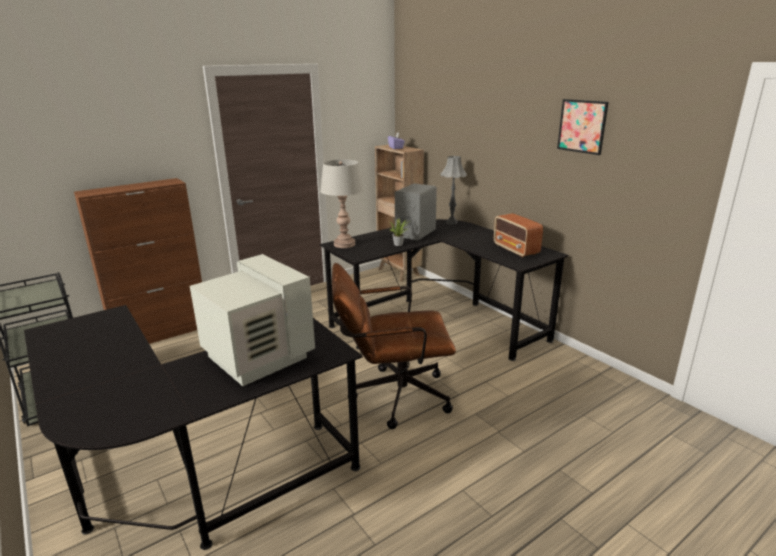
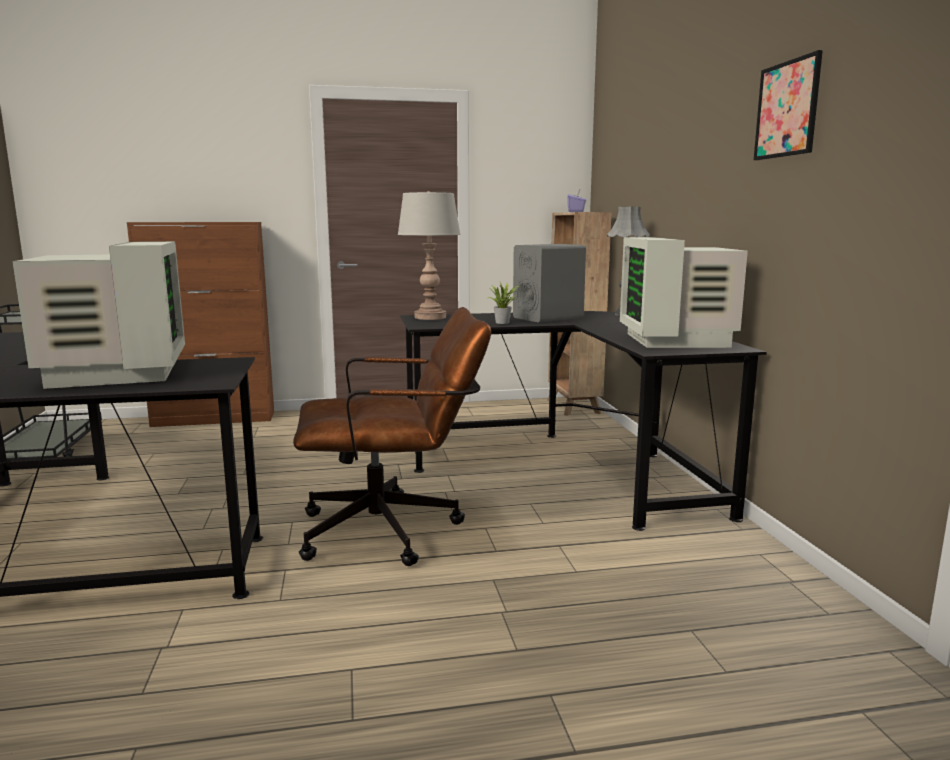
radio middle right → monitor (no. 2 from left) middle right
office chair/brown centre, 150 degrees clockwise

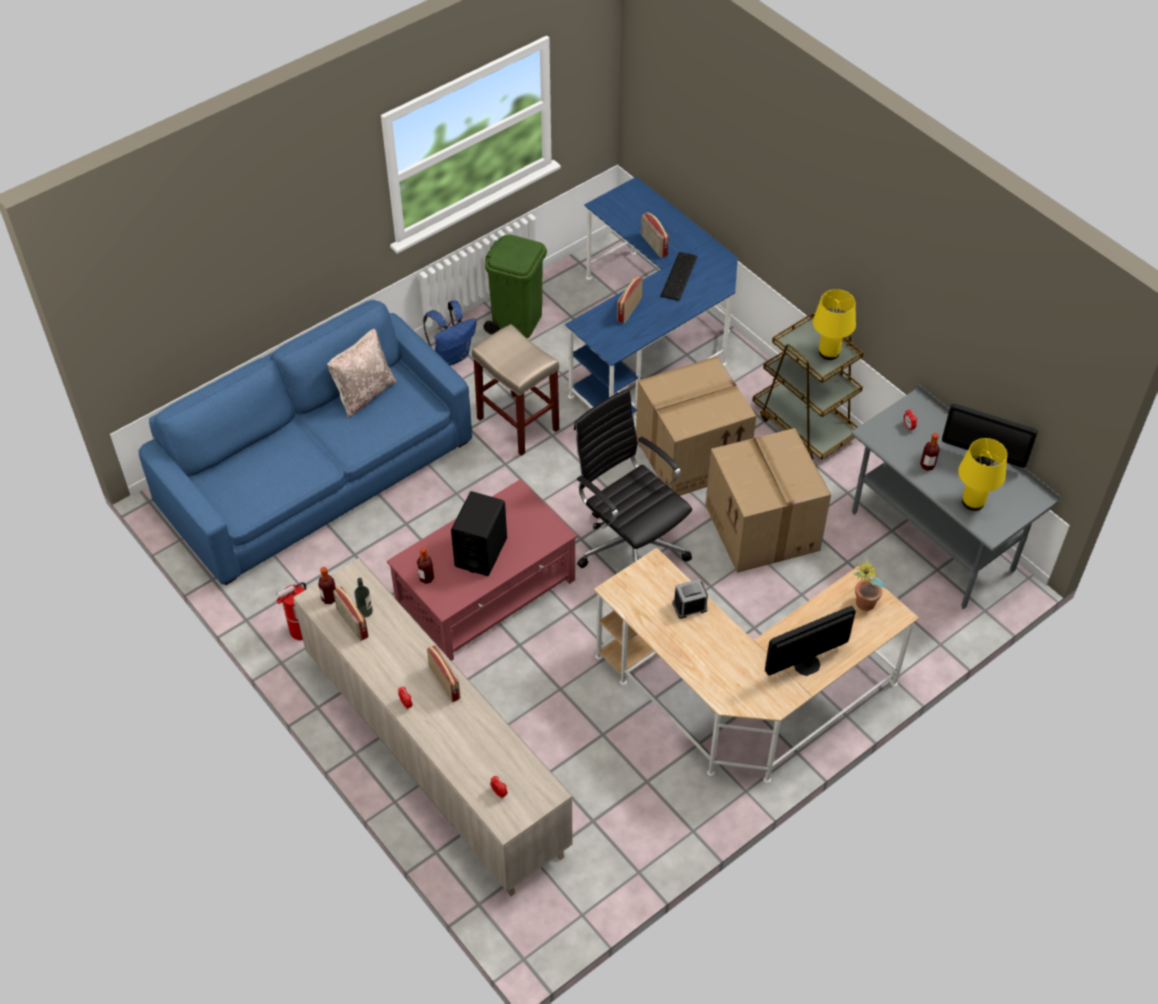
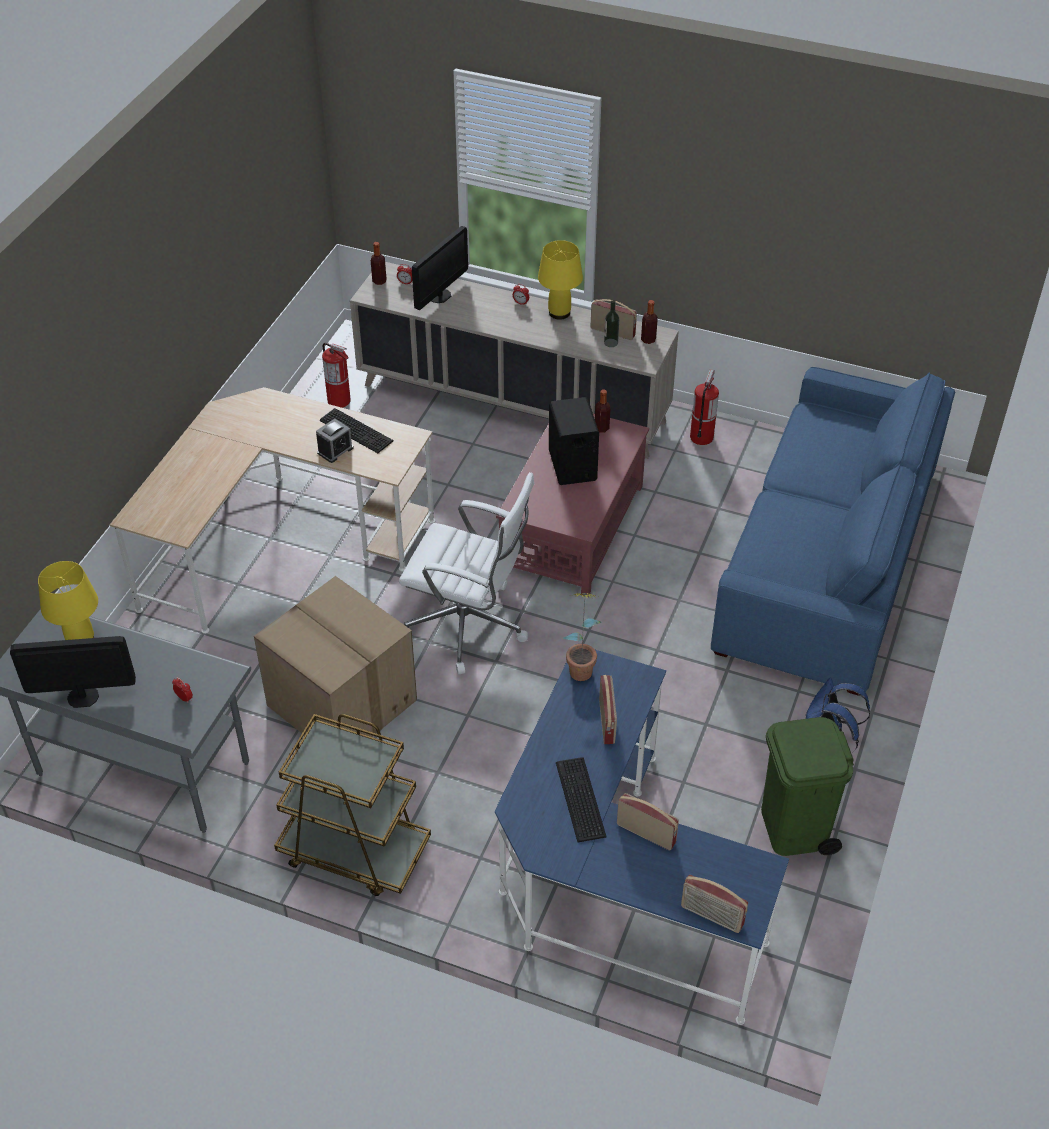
pillow/beige middle left → -
stool/beige centre → -
cardboard box (no. 1 from left) centre → -
- → keyboard (no. 1 from left) centre
- → fire extinguisher (no. 1 from left) top left
radio (no. 2 from left in the first image) bottom centre → radio (no. 4 from left) bottom right, shifted
monitor (no. 1 from left in the first image) middle right → monitor (no. 2 from left) top centre, shifted
table lamp/yellow (no. 1 from left in the first image) top right → table lamp/yellow (no. 2 from left) top centre, shifted
potted plant middle right → potted plant centre, shifted
bottle (no. 4 from left in the first image) middle right → bottle (no. 1 from left) top centre, shifted
office chair/black centre → office chair/white centre

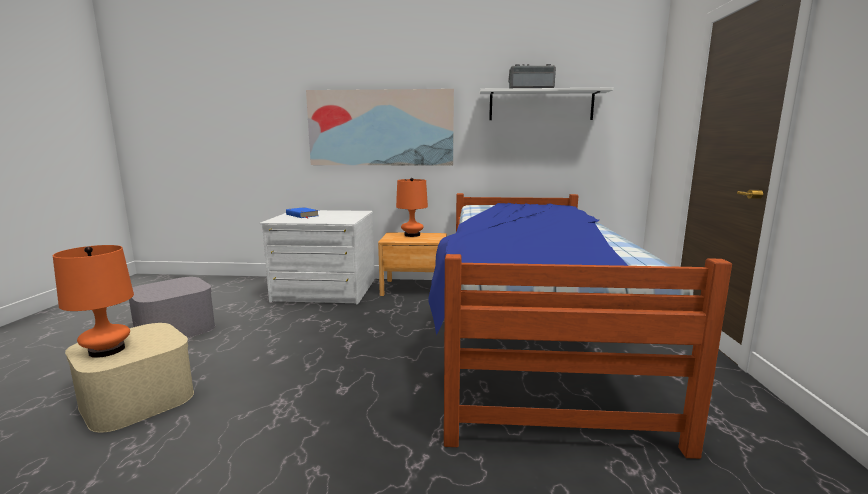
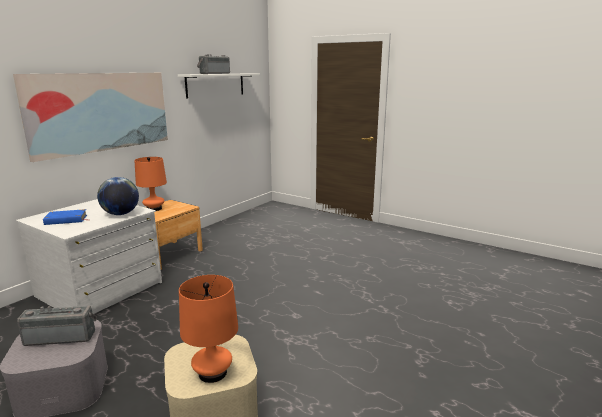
bed middle right → -
- → radio (no. 1 from left) bottom left
- → globe middle left

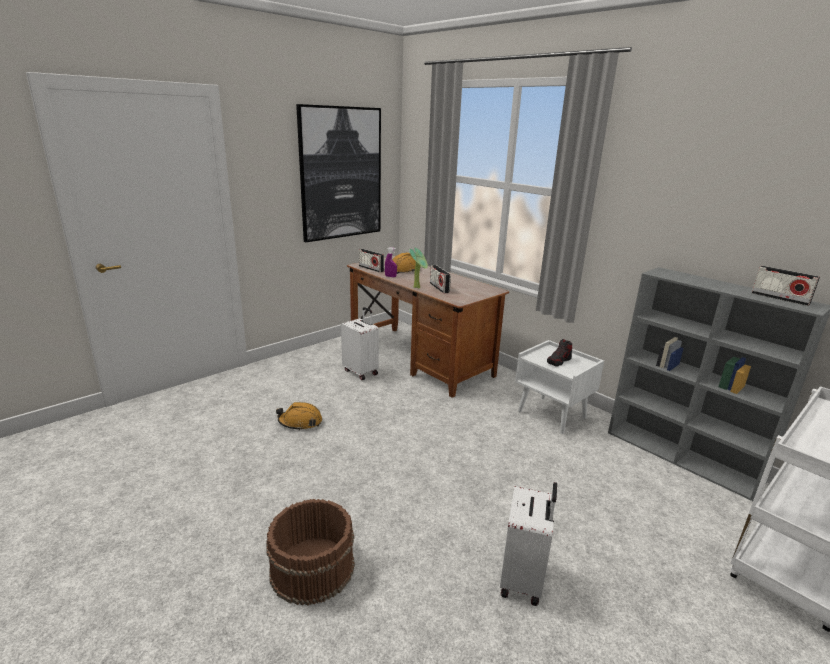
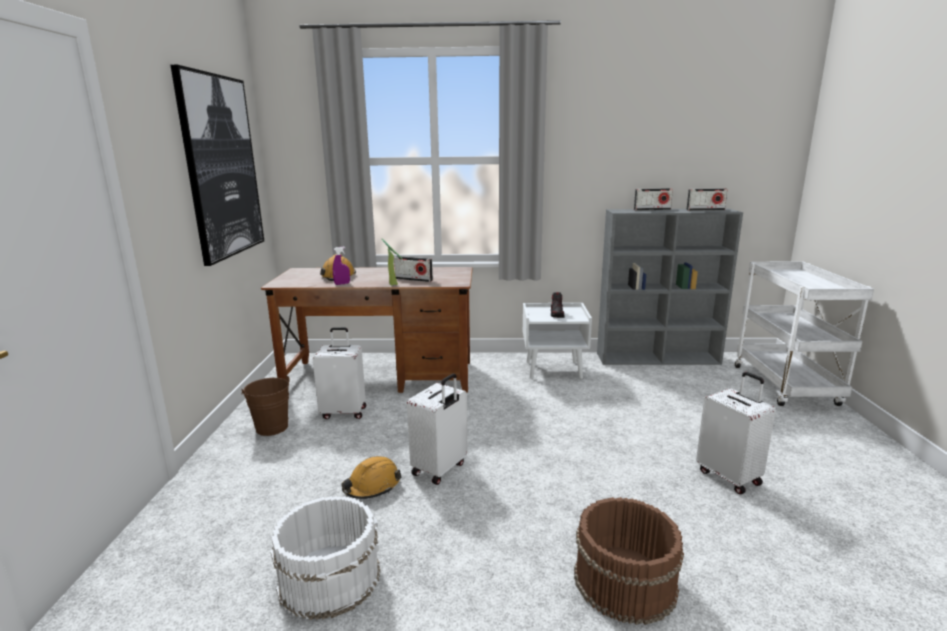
- → bucket/brown (no. 1 from left) middle left
- → bucket/white bottom centre
- → suitcase/white (no. 2 from left) bottom centre
radio (no. 1 from left in the first image) centre → radio (no. 2 from left) top right, shifted

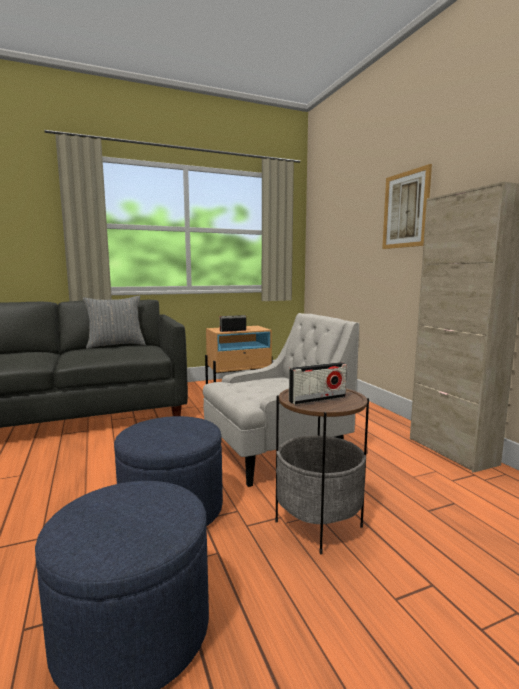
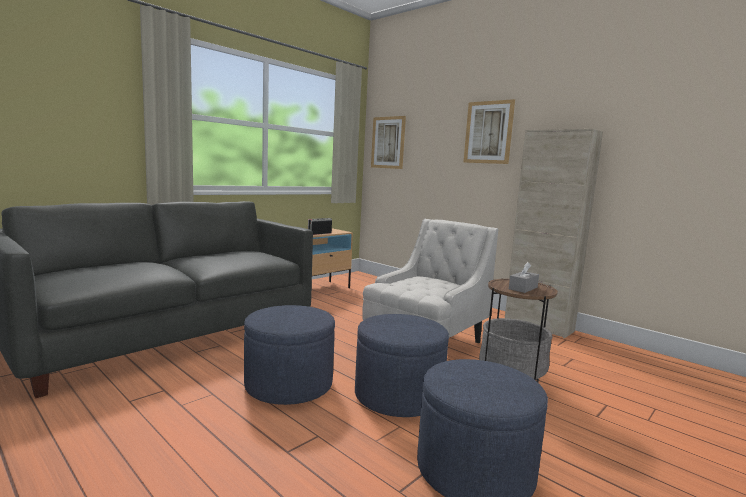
pillow/grey middle left → -
- → ottoman/blue (no. 1 from left) bottom centre
- → picture (no. 1 from left) top centre
radio (no. 2 from left) centre → tissue box/grey middle right

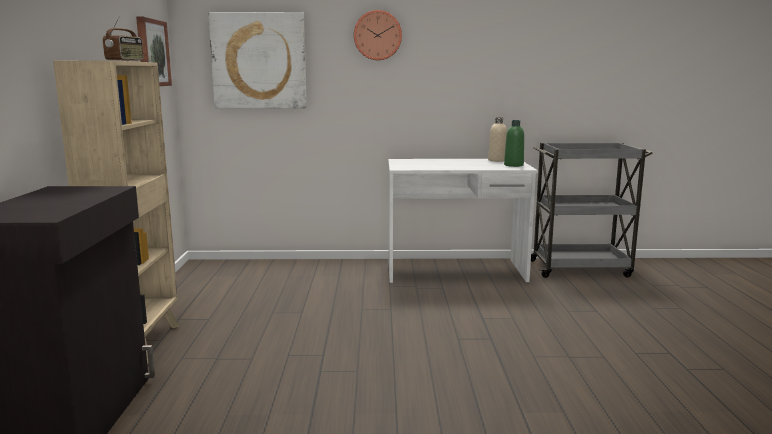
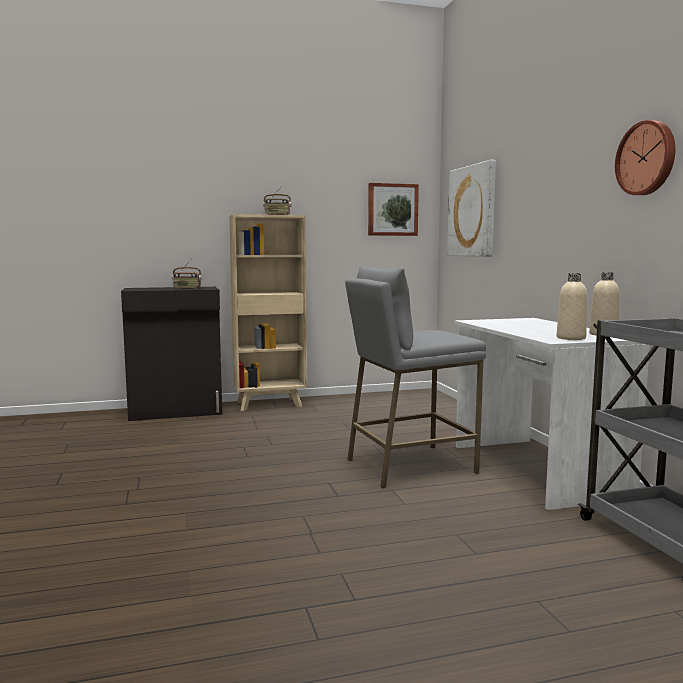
- → radio (no. 1 from left) middle left
- → stool/grey centre
wall clock top centre → wall clock top right, shifted
bottle/green top centre → bottle/beige (no. 1 from left) middle right

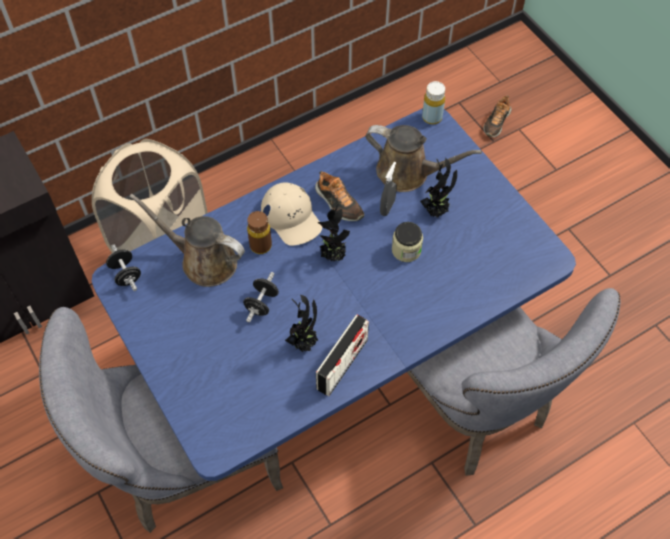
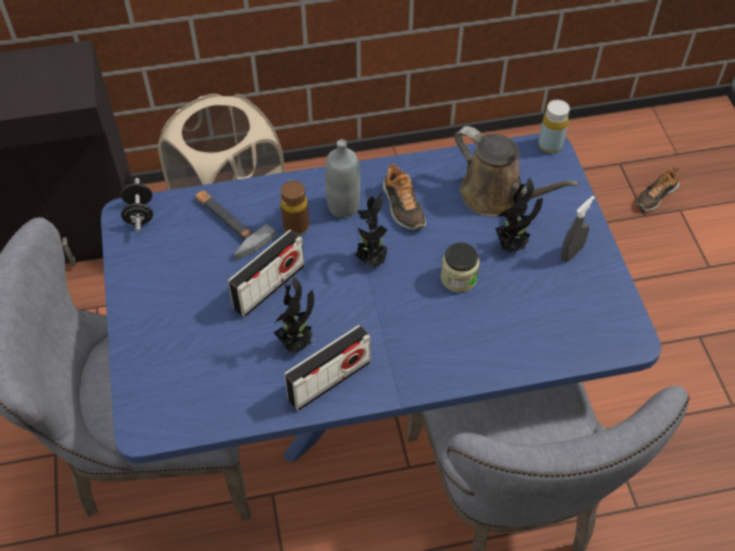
spray bottle/grey centre → spray bottle/grey middle right, shifted
watering can/brown (no. 1 from left) middle left → hammer middle left
dumbbell/black (no. 2 from left) centre → radio (no. 1 from left) centre
cap/beige centre → bottle/grey top centre

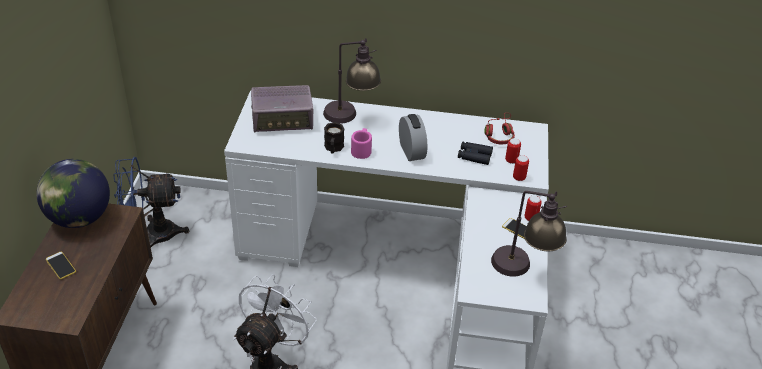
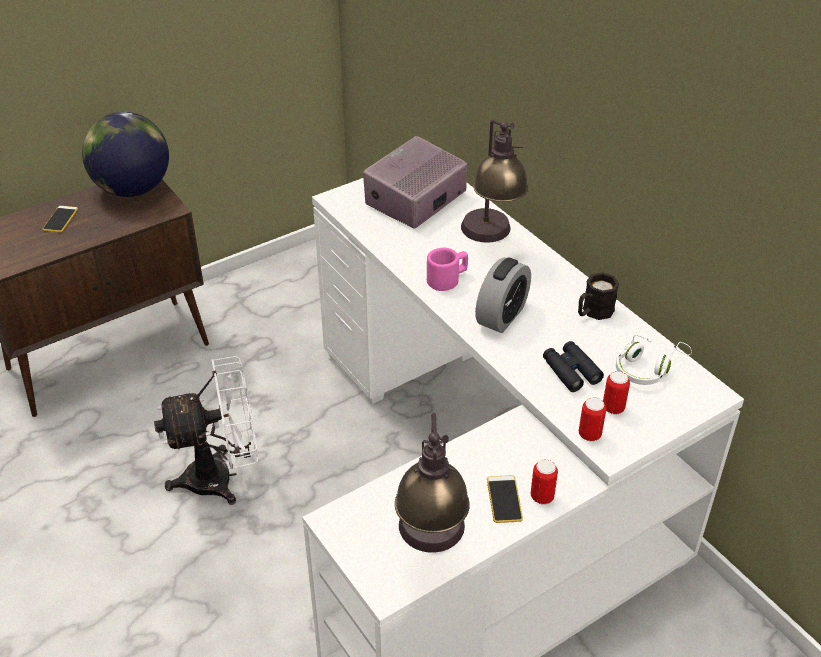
fan/blue middle left → -
mug/black centre → mug/black middle right, shifted
headphones/red centre → headphones/white middle right
radio top centre, 90 degrees clockwise

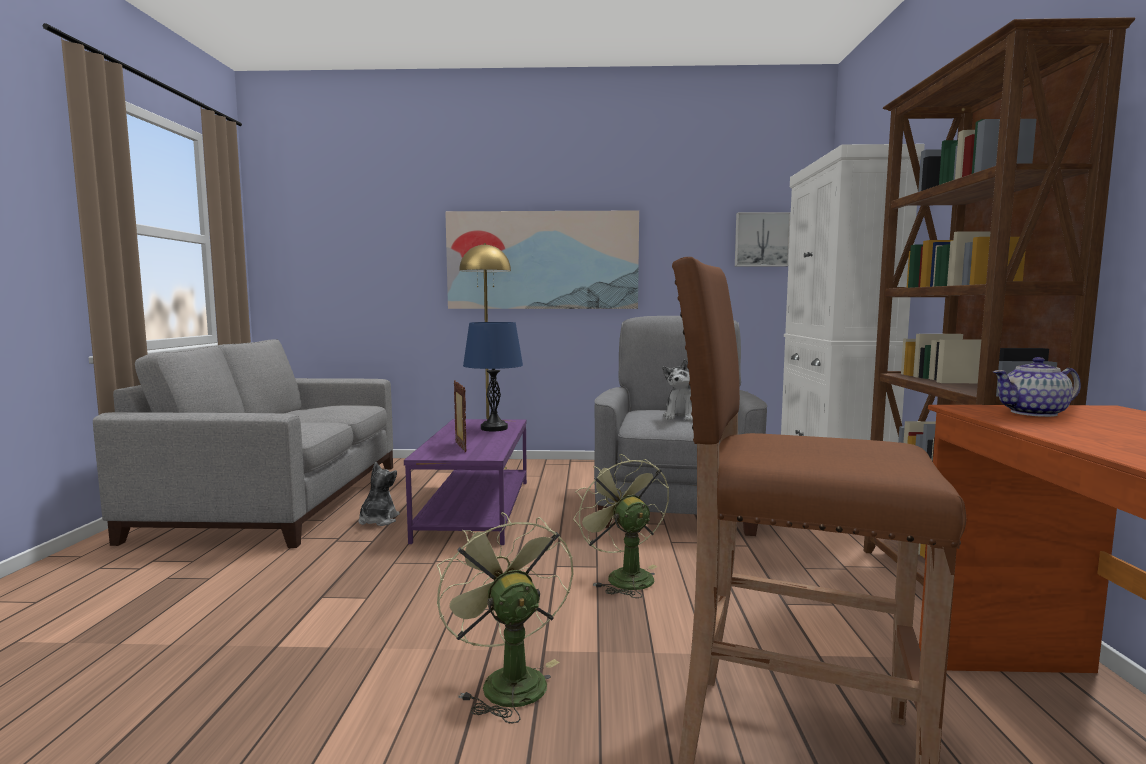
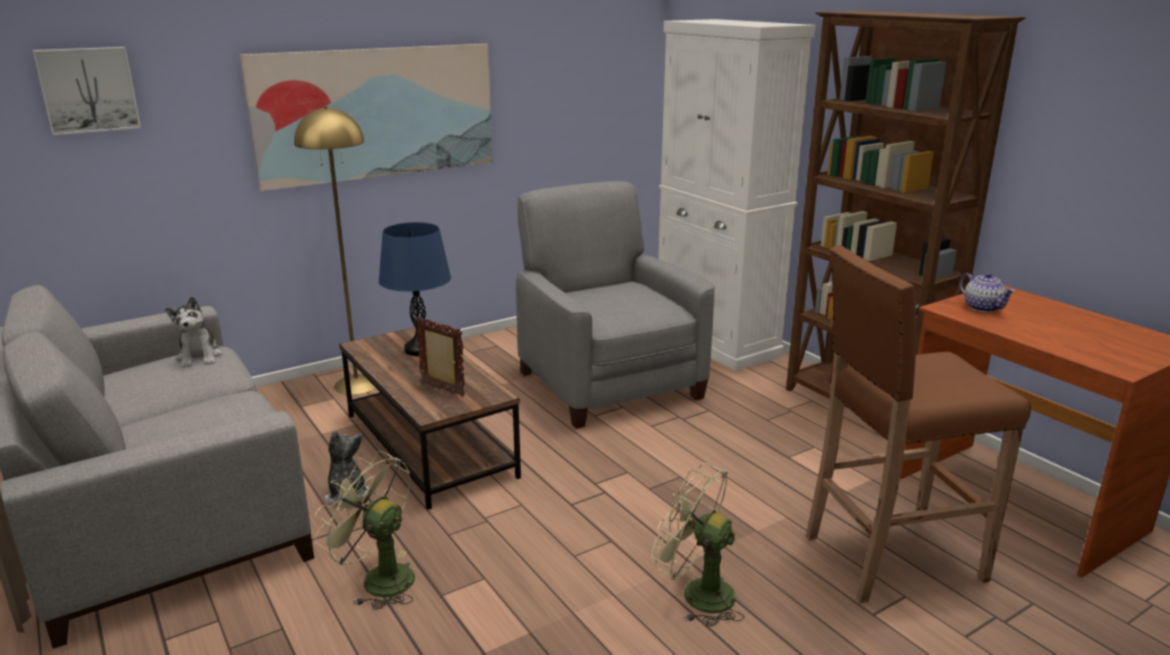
fan/green (no. 2 from left in the first image) bottom centre → fan/green (no. 1 from left) bottom left, shifted
plush toy (no. 2 from left in the first image) centre → plush toy (no. 1 from left) middle left, shifted
picture (no. 2 from left in the first image) top centre → picture (no. 1 from left) top left, shifted
coffee table/purple centre → coffee table/brown centre
teapot middle right, 75 degrees counterclockwise

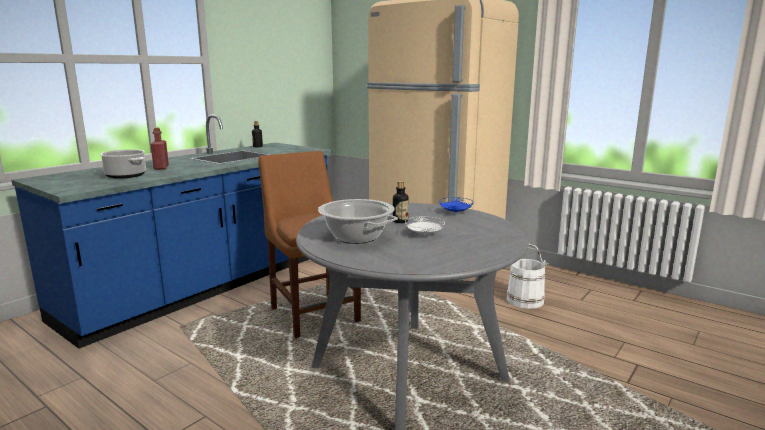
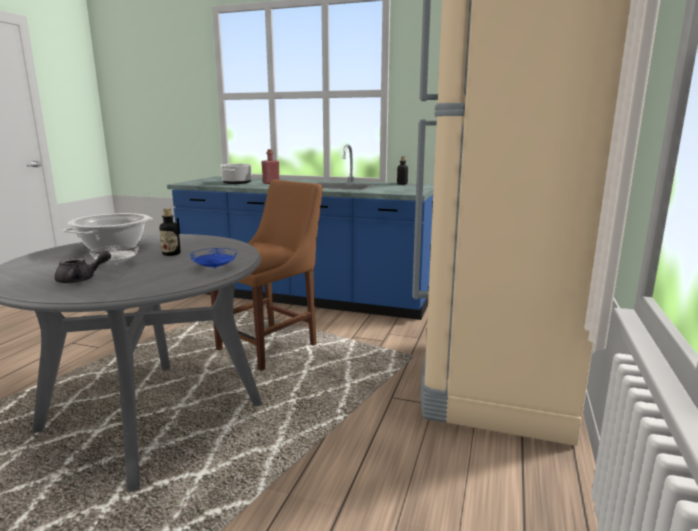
bucket/white middle right → -
- → teapot/grey middle left

